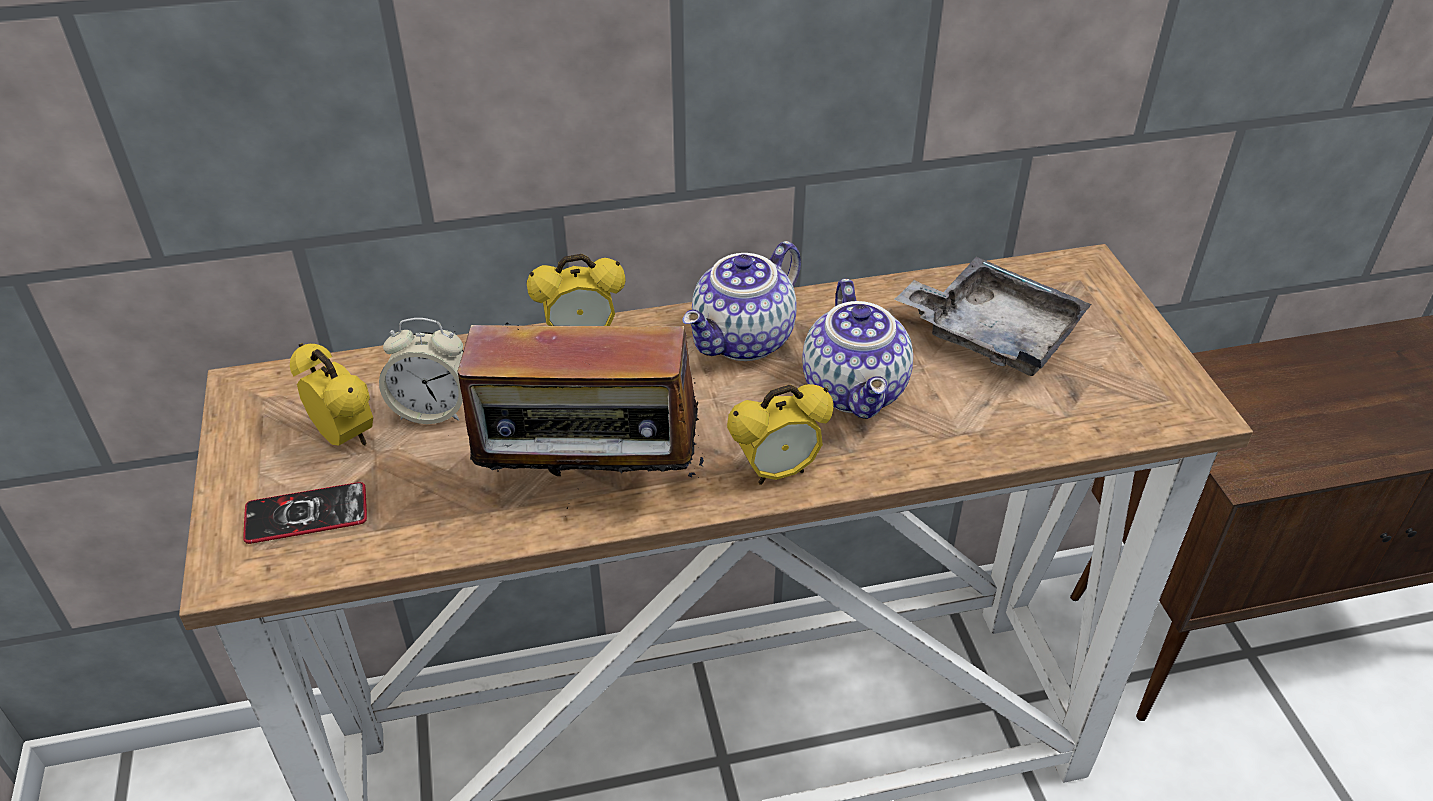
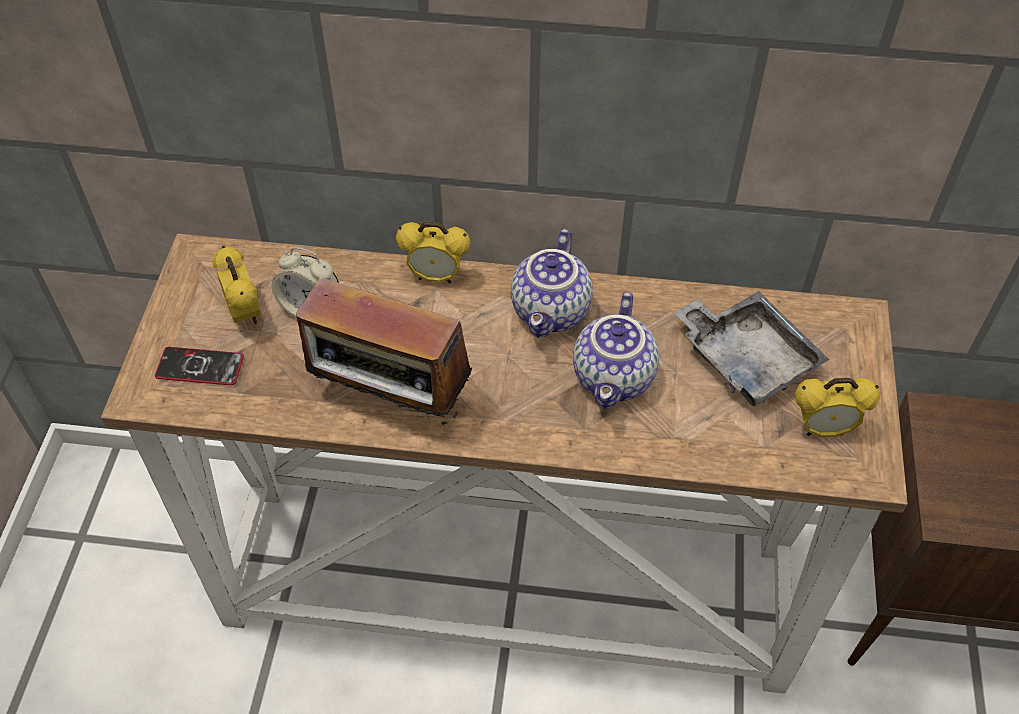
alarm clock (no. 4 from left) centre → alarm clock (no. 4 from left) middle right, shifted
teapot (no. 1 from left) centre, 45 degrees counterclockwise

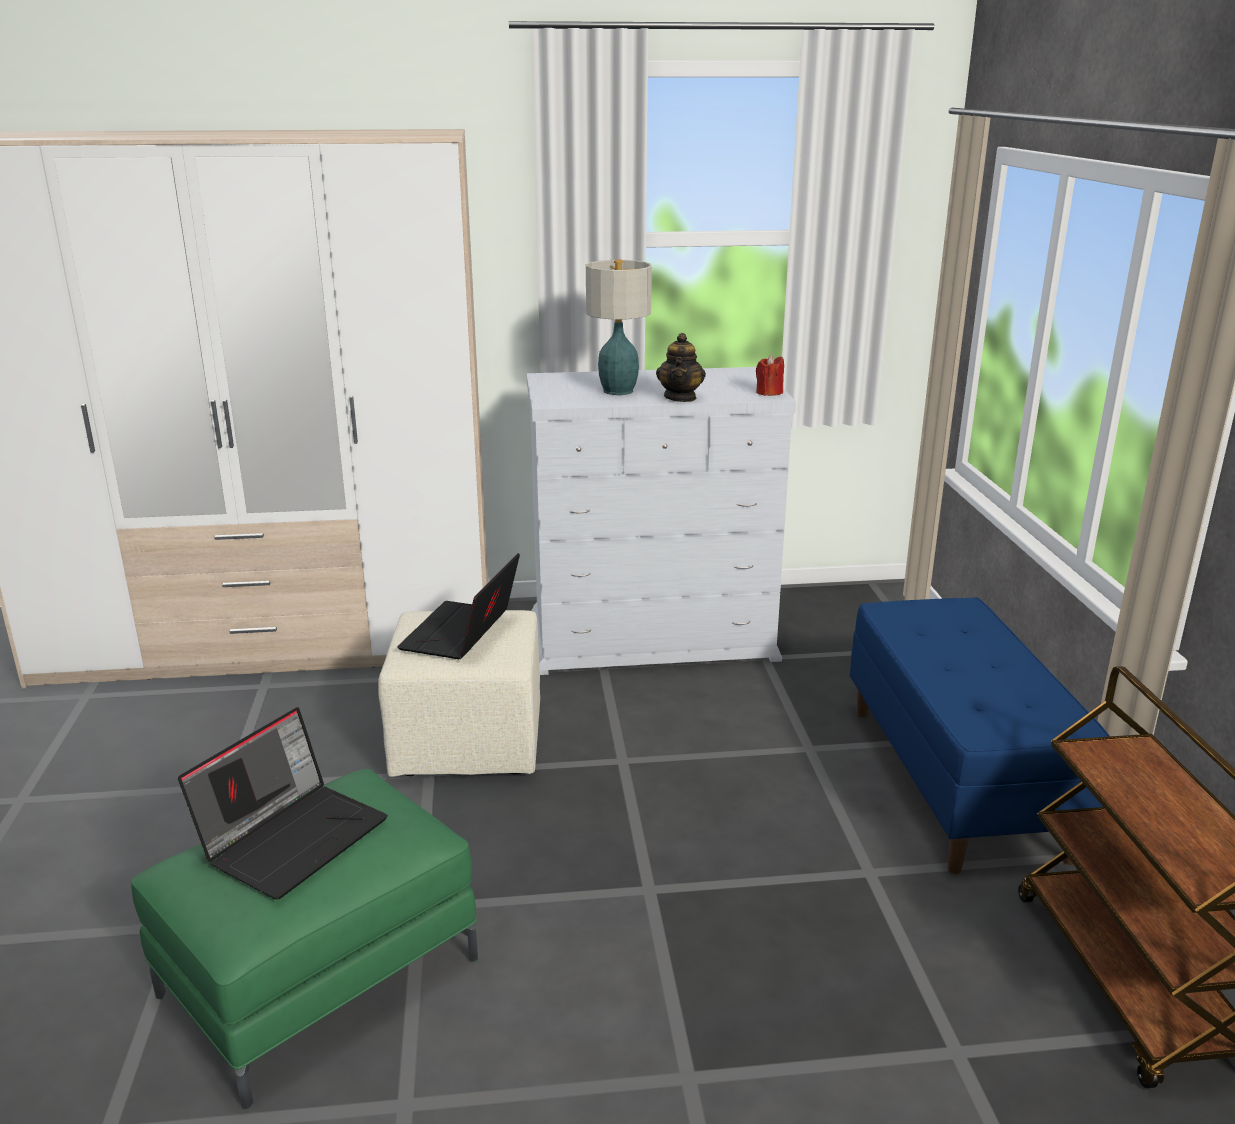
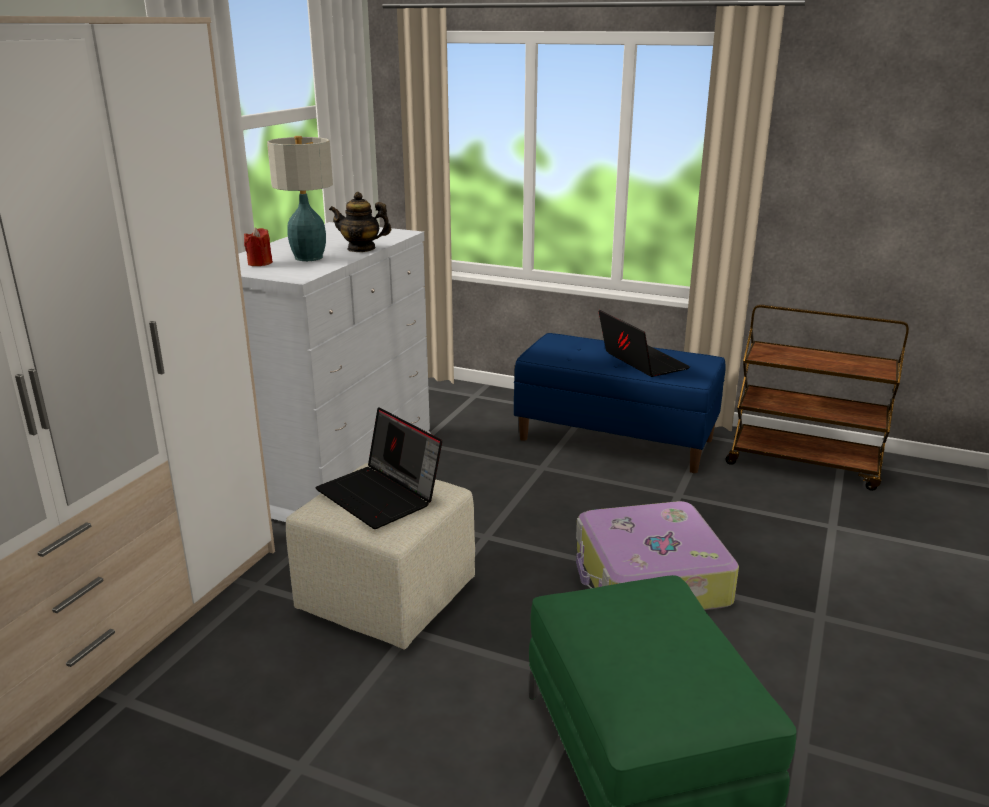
- → suitcase bottom centre
laptop (no. 1 from left in the first image) bottom left → laptop (no. 2 from left) centre, shifted
candle/red centre → candle/red top left, shifted
teapot top centre, 150 degrees clockwise

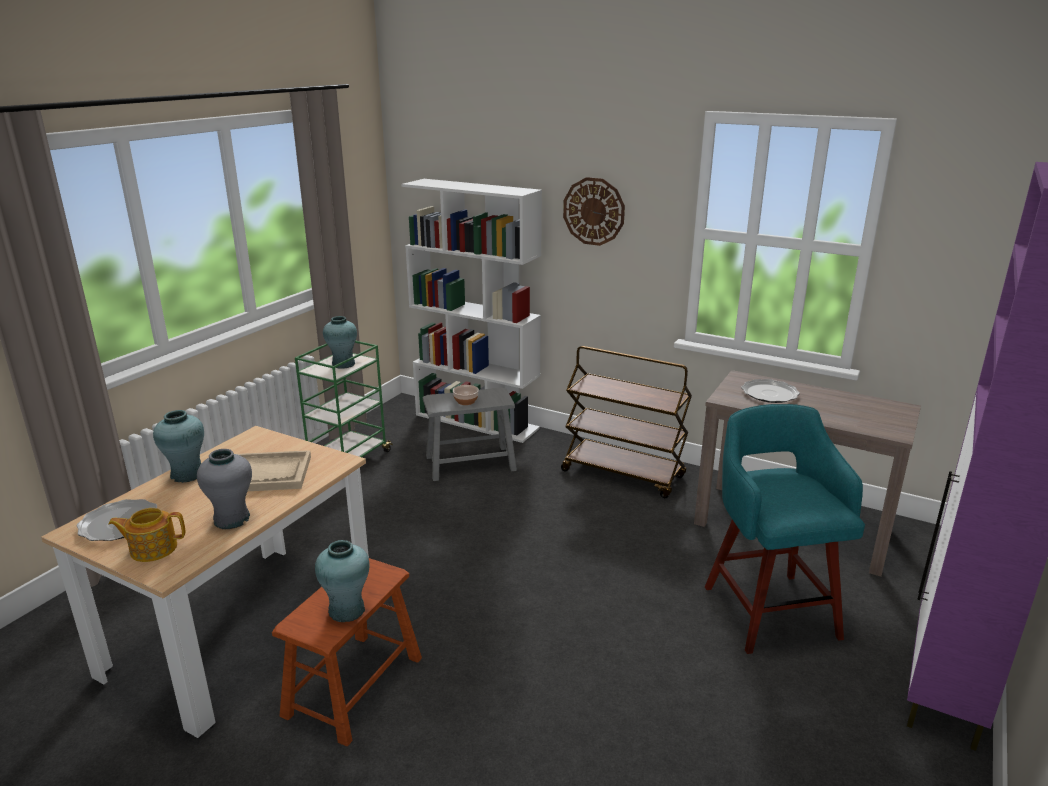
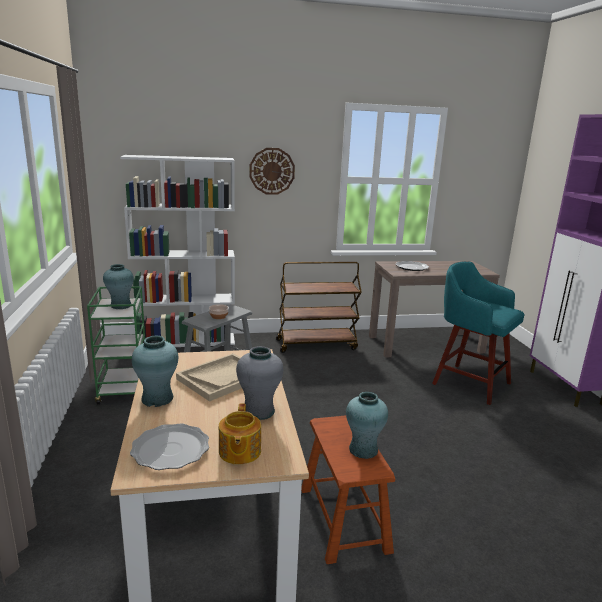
teapot bottom left → teapot bottom centre, 45 degrees counterclockwise

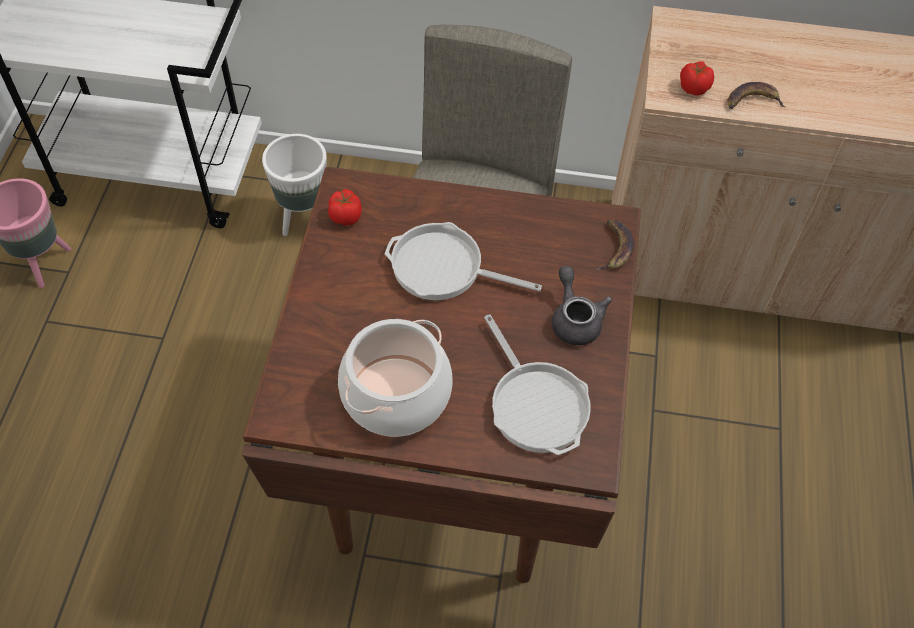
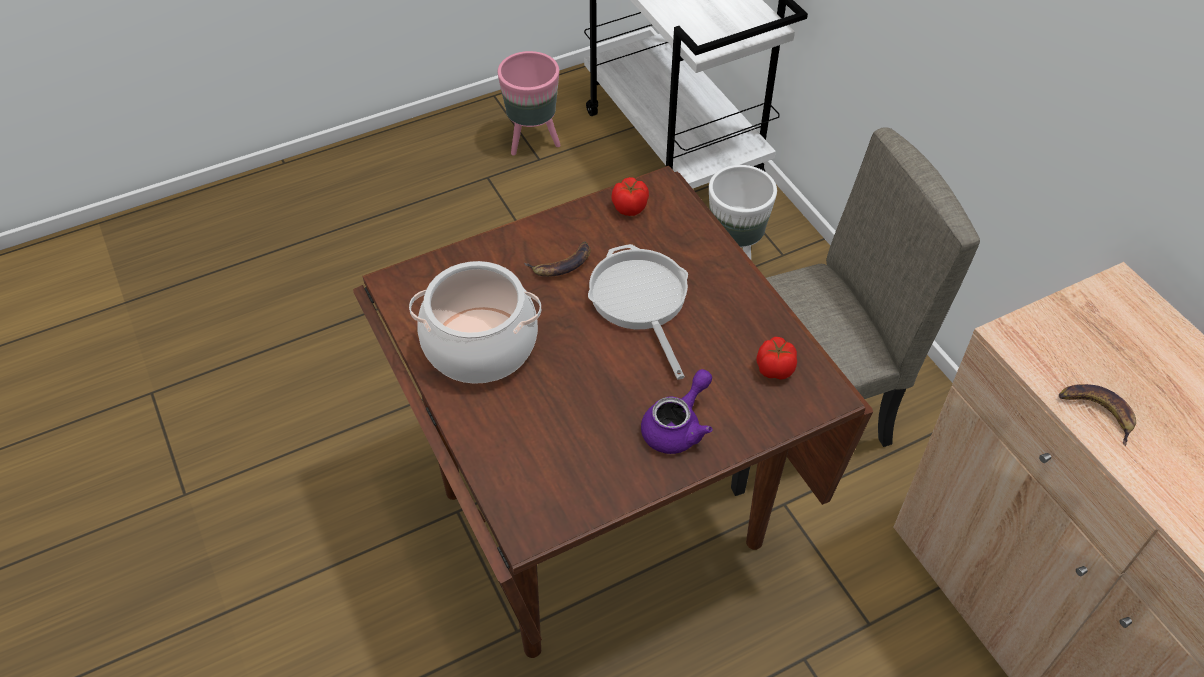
frying pan (no. 2 from left) centre → -
banana (no. 1 from left) middle right → banana (no. 1 from left) centre, shifted
tomato (no. 2 from left) top right → tomato (no. 2 from left) centre, shifted
teapot/grey centre → teapot/purple centre

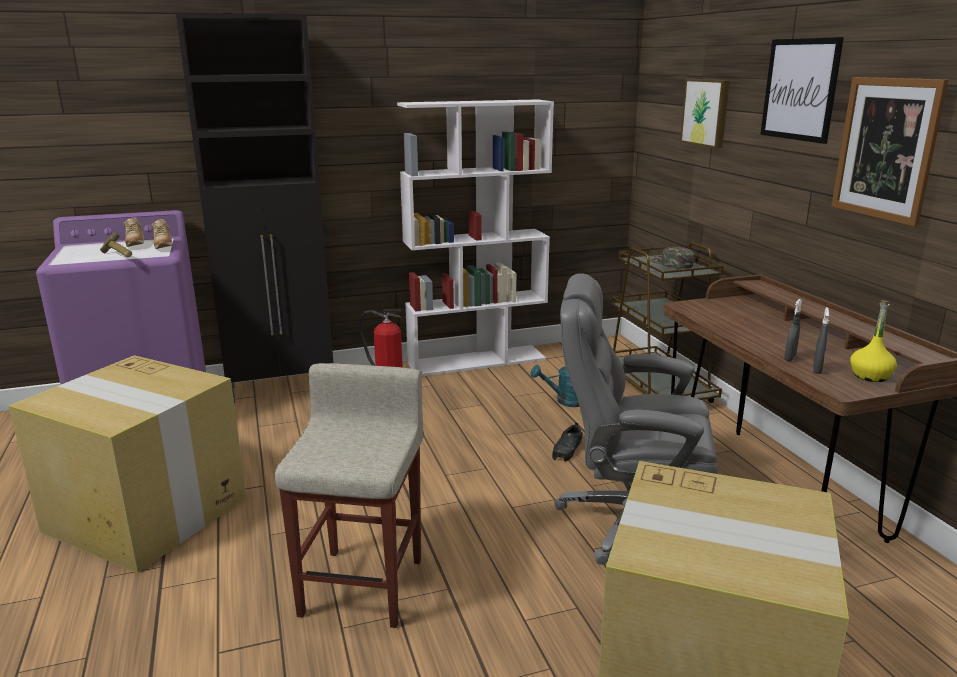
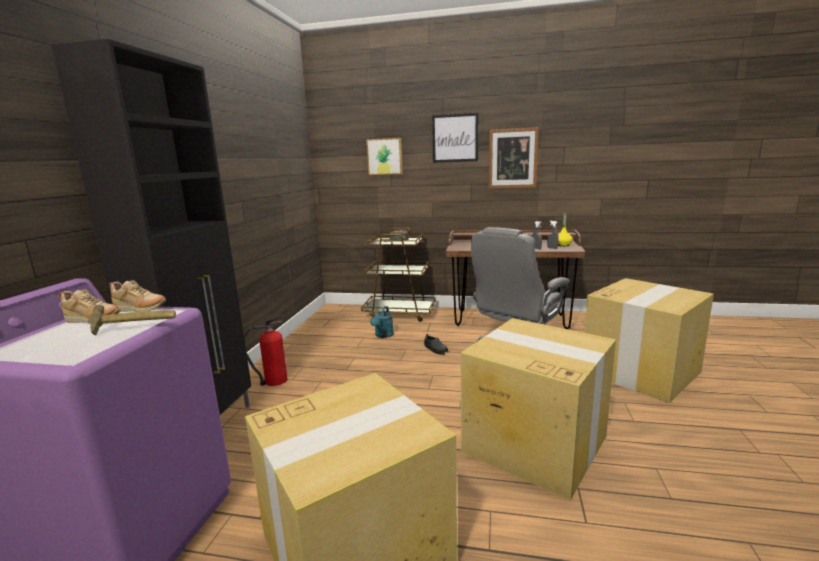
bookcase/white centre → -
stool/beige bottom centre → cardboard box (no. 2 from left) bottom centre

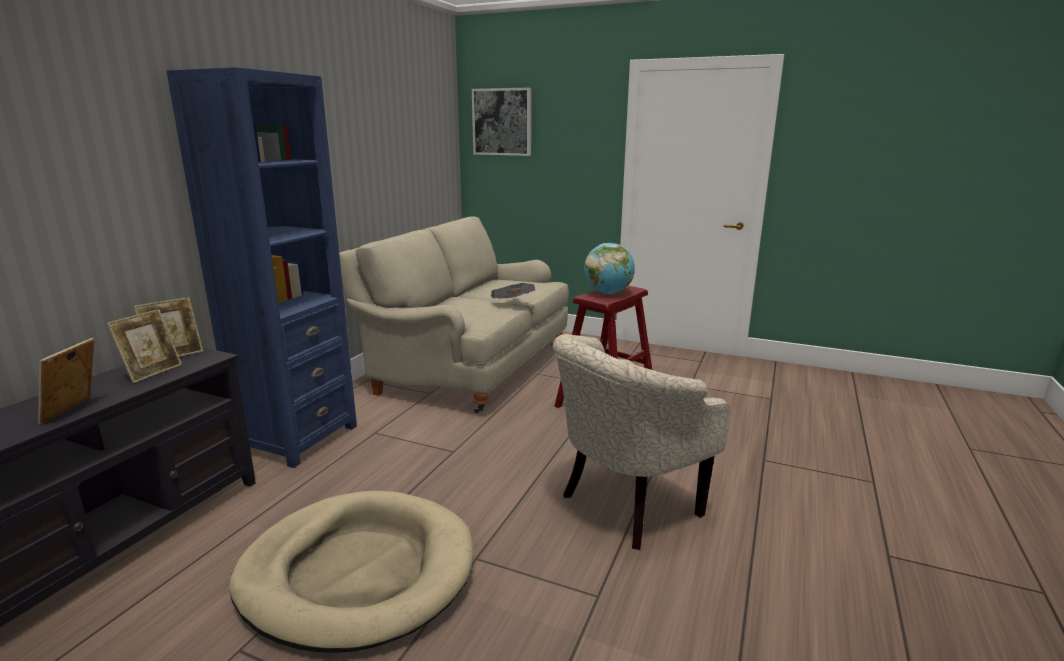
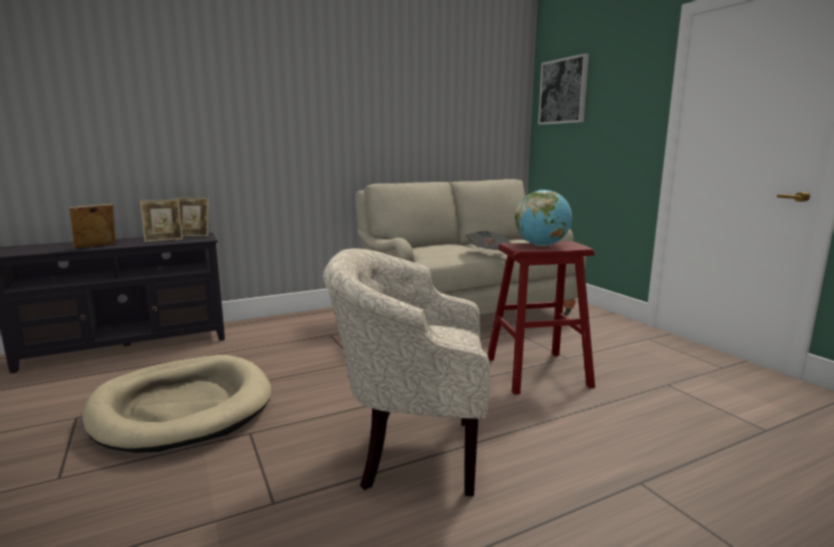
bookcase/blue middle left → -

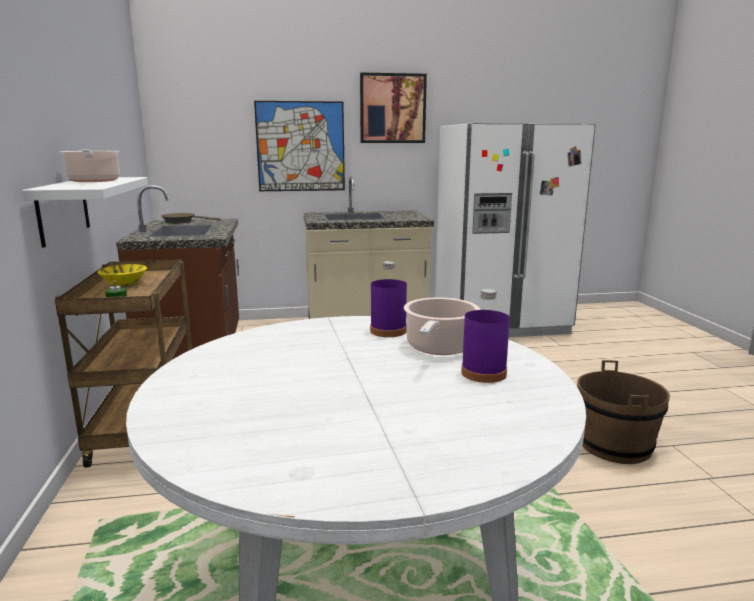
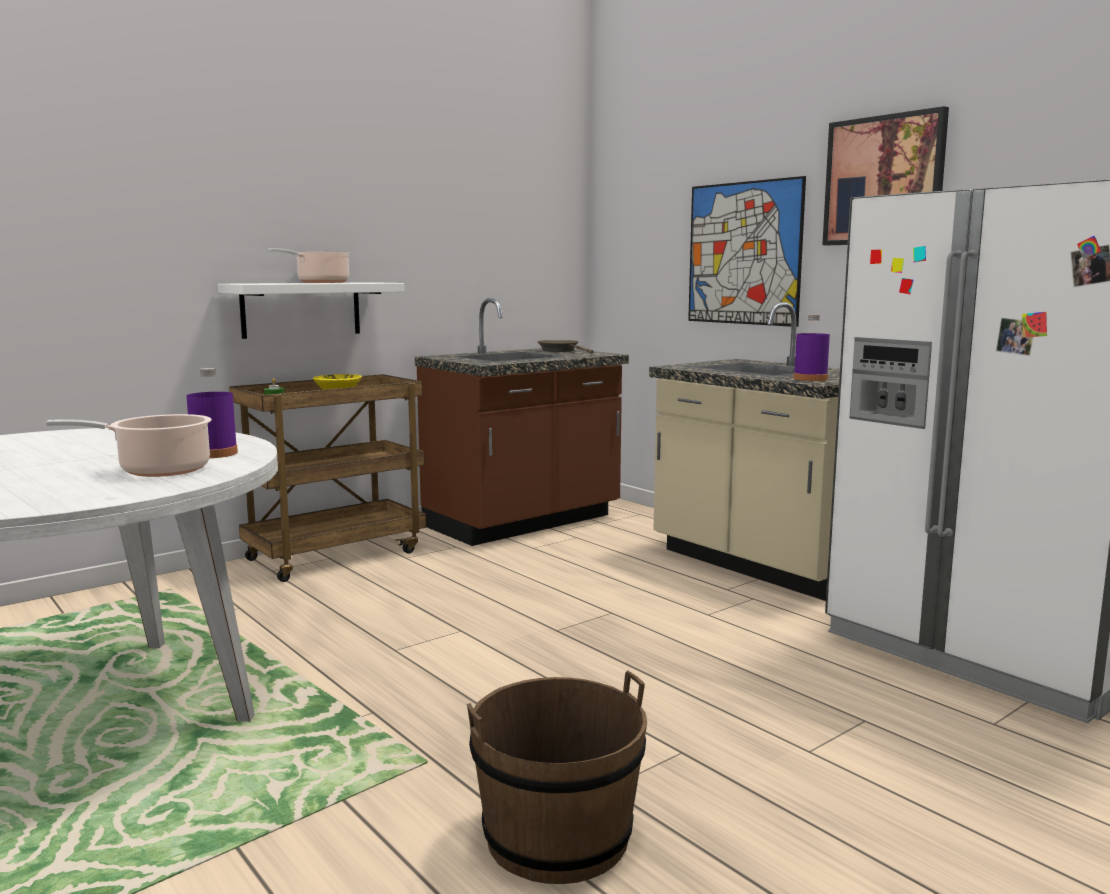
bottle/purple (no. 2 from left) centre → bottle/purple (no. 2 from left) middle right, shifted

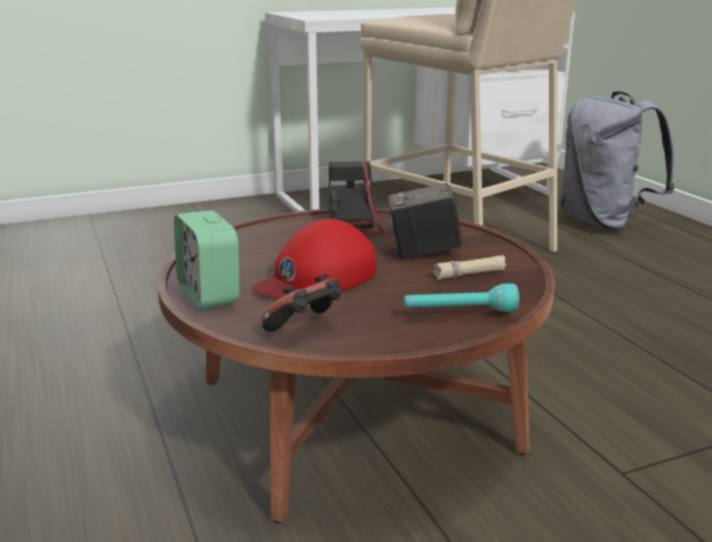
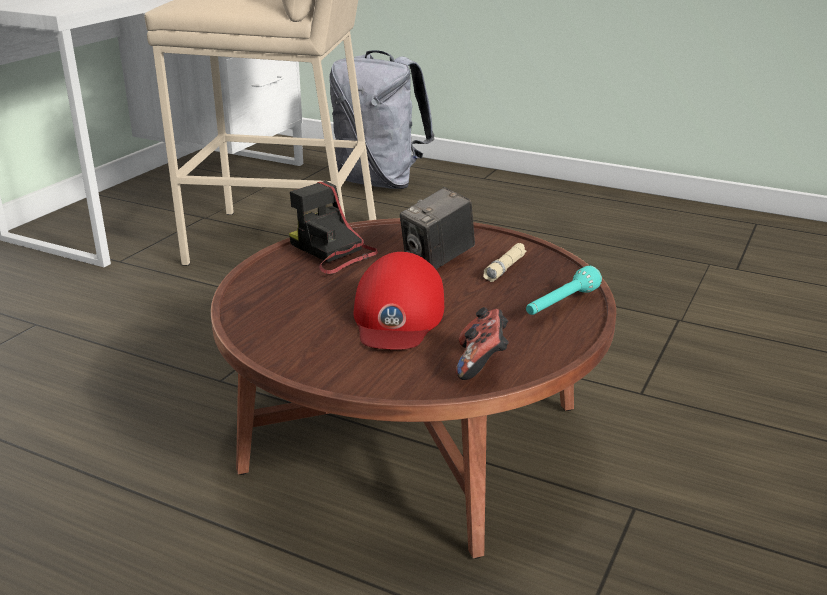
alarm clock middle left → -

